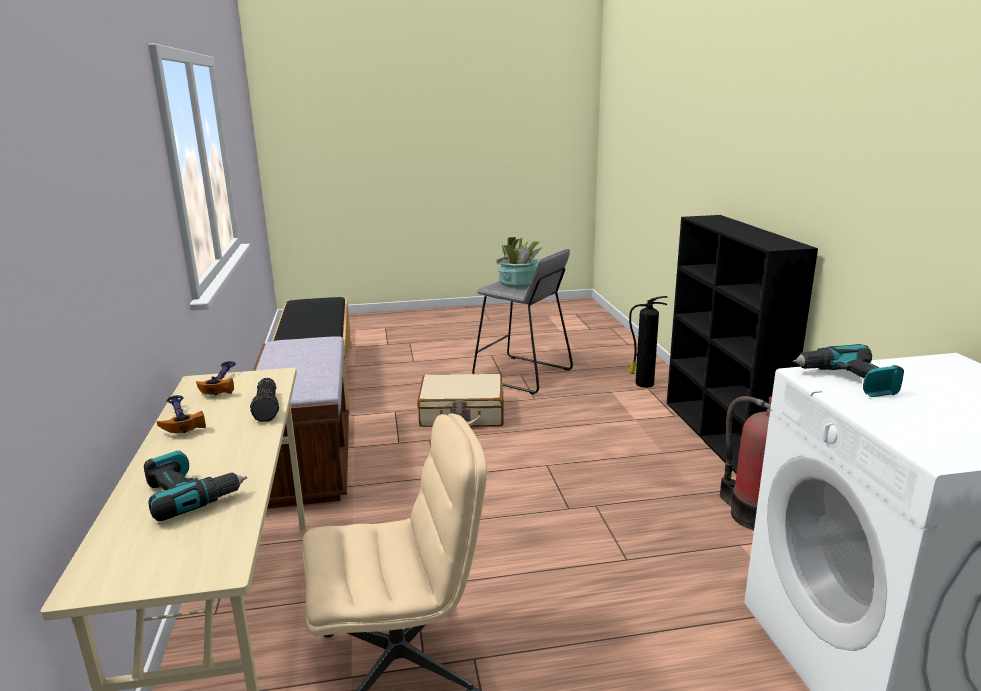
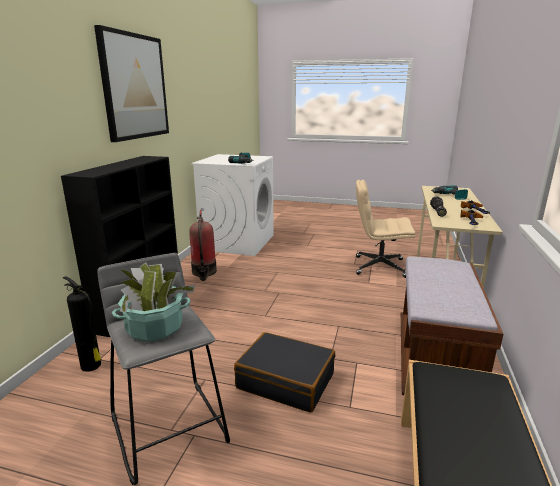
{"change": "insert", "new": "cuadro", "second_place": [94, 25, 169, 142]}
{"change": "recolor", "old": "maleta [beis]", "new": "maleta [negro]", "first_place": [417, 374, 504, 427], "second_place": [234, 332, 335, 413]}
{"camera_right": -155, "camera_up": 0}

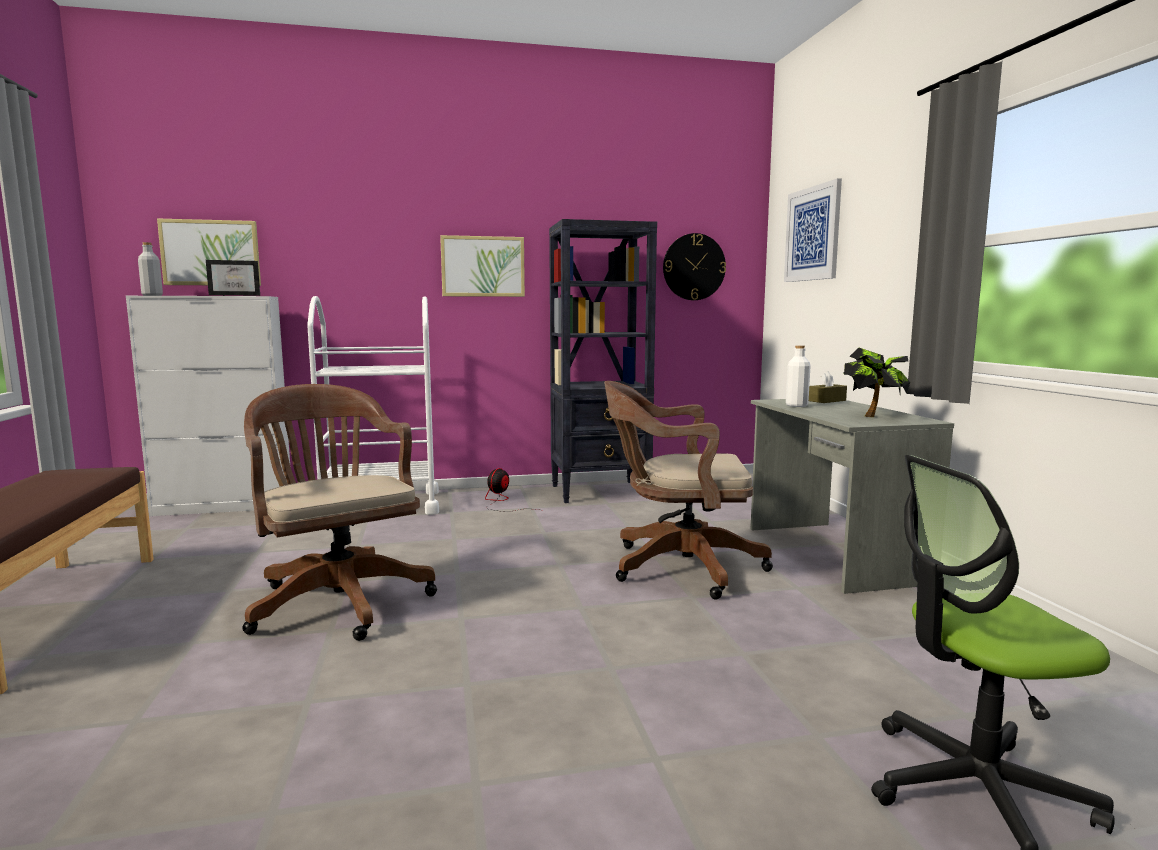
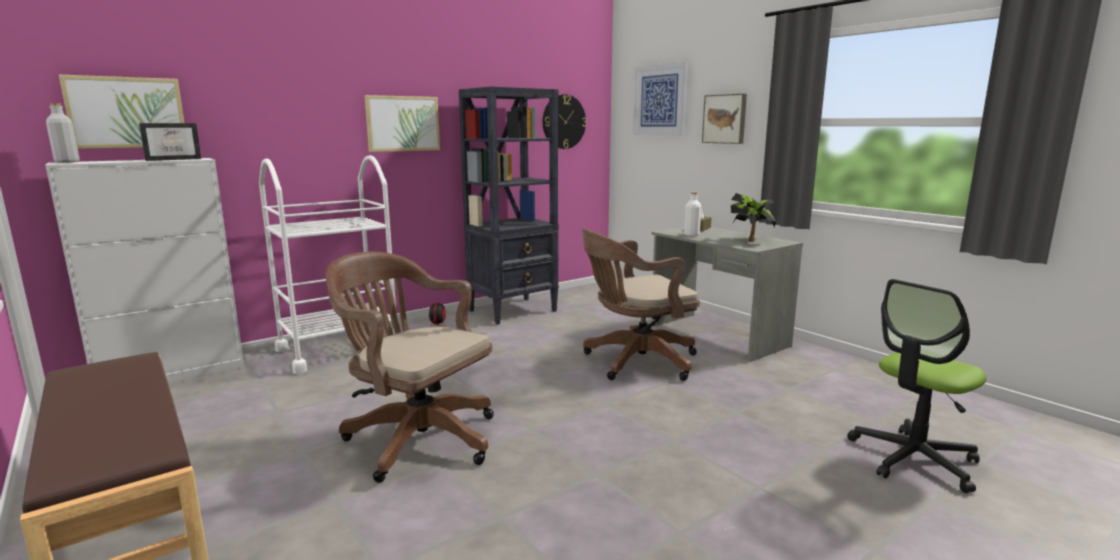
{"change": "insert", "new": "cuadro", "second_place": [702, 94, 747, 144]}
{"camera_right": -25, "camera_up": 5}

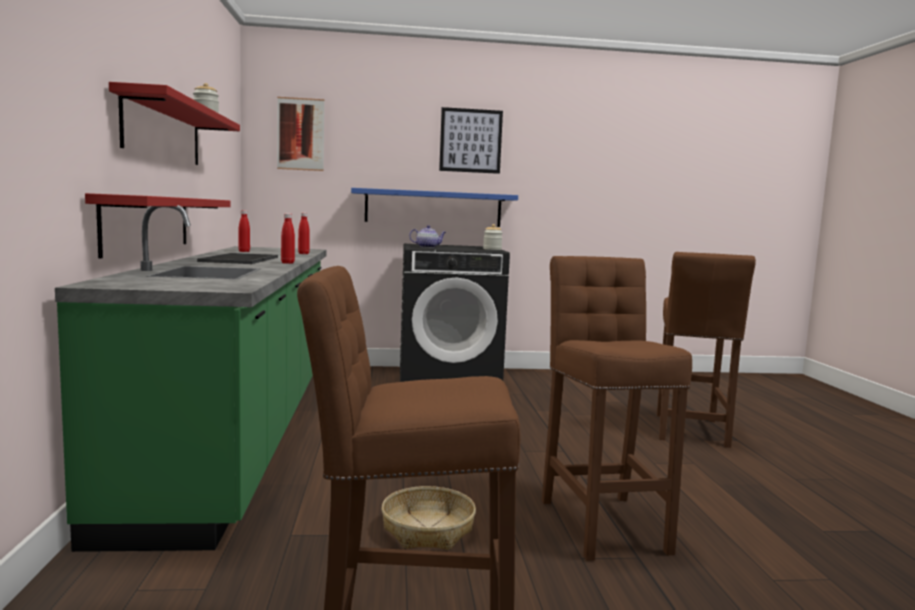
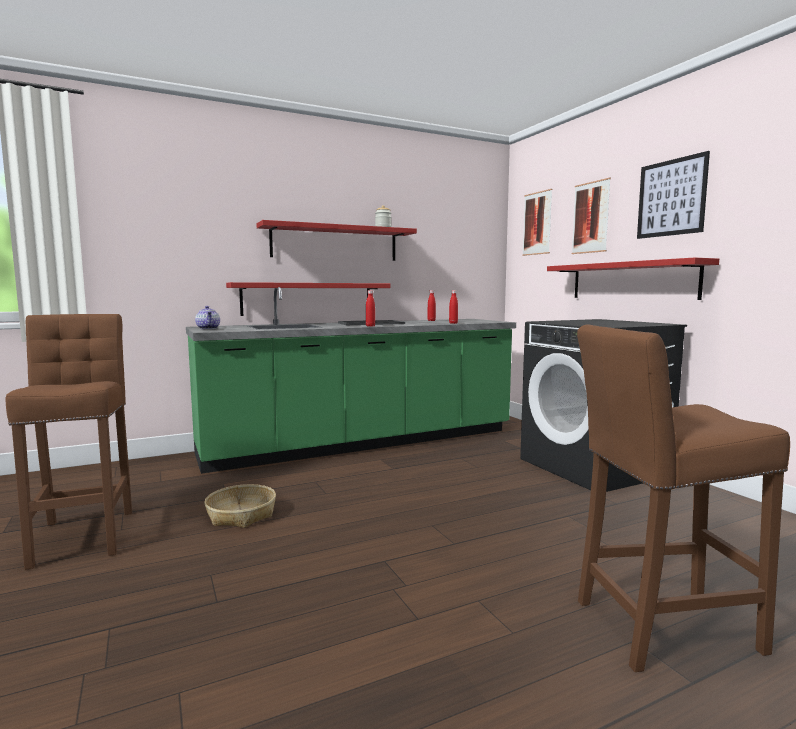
{"change": "delete", "old": "tarro", "first_place": [483, 224, 502, 250]}
{"change": "delete", "old": "taburete [marrón]", "first_place": [542, 256, 692, 561]}
{"change": "insert", "new": "cuadro", "second_place": [572, 178, 611, 254]}
{"change": "move", "old": "tetera", "first_place": [409, 225, 446, 248], "second_place": [195, 306, 220, 329]}
{"change": "recolor", "old": "estante [azul]", "new": "estante [rojo]", "first_place": [351, 188, 518, 227], "second_place": [547, 257, 719, 300]}
{"camera_right": 70, "camera_up": 0}

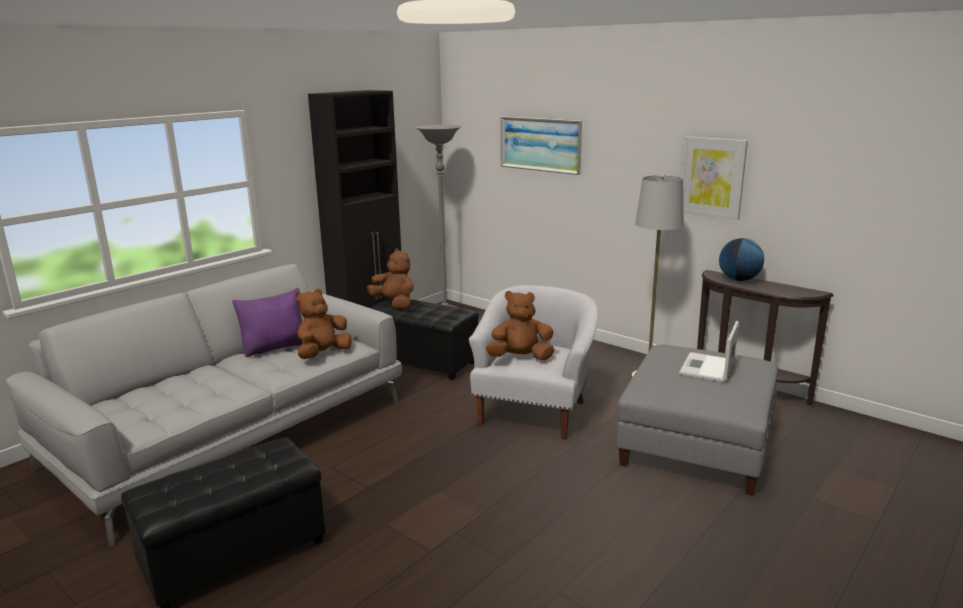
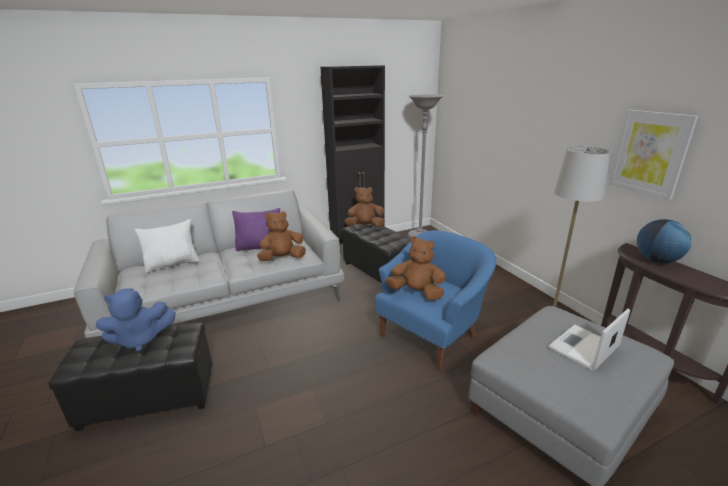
{"change": "delete", "old": "cuadro", "first_place": [501, 116, 582, 175]}
{"change": "insert", "new": "peluche [azul]", "second_place": [96, 288, 176, 351]}
{"change": "insert", "new": "cojín [blanco]", "second_place": [135, 219, 199, 272]}
{"change": "recolor", "old": "sillón [blanco]", "new": "sillón [azul]", "first_place": [469, 285, 599, 439], "second_place": [375, 230, 497, 370]}
{"change": "rotate", "old": "peluche [marrón]", "first_place": [367, 248, 414, 309], "second_place": [345, 187, 385, 227], "degrees": -75}
{"camera_right": 25, "camera_up": 5}

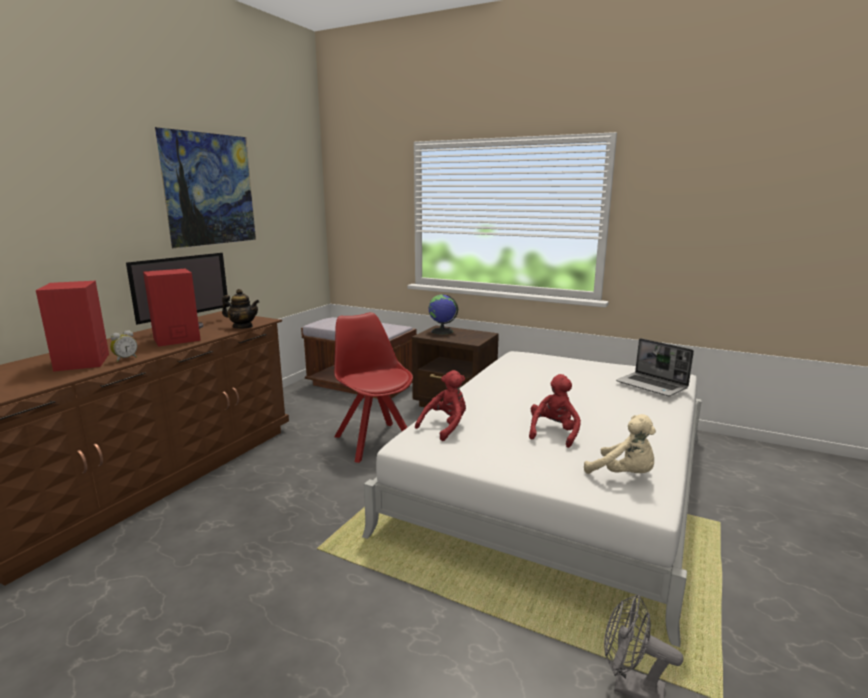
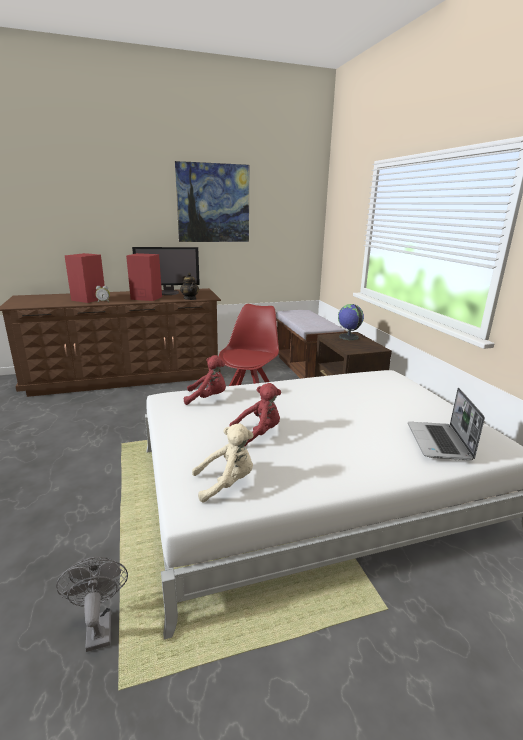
{"change": "rotate", "old": "peluche [beis]", "first_place": [584, 414, 656, 474], "second_place": [192, 423, 253, 503], "degrees": -105}
{"camera_right": 45, "camera_up": 5}

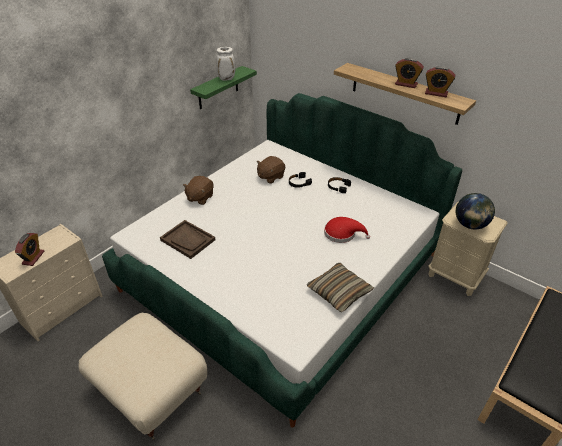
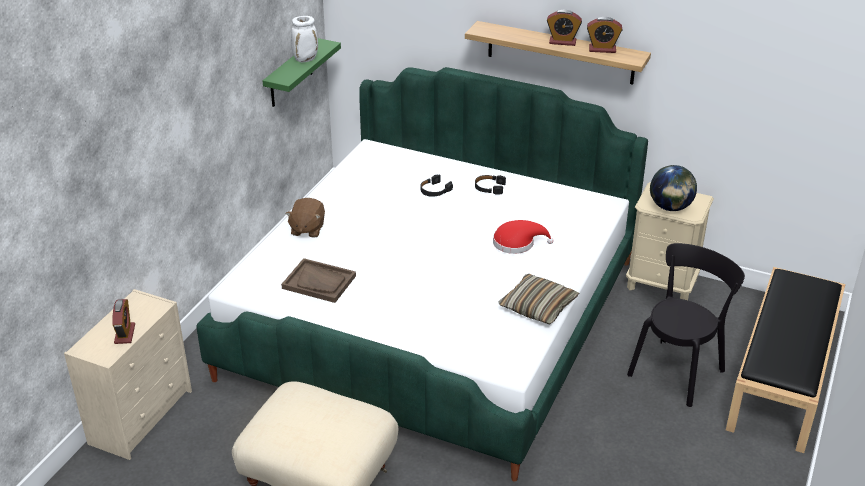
{"change": "delete", "old": "peluche [marrón]", "first_place": [257, 156, 285, 184]}
{"change": "insert", "new": "silla [negro]", "second_place": [627, 243, 745, 407]}
{"camera_right": -15, "camera_up": -5}

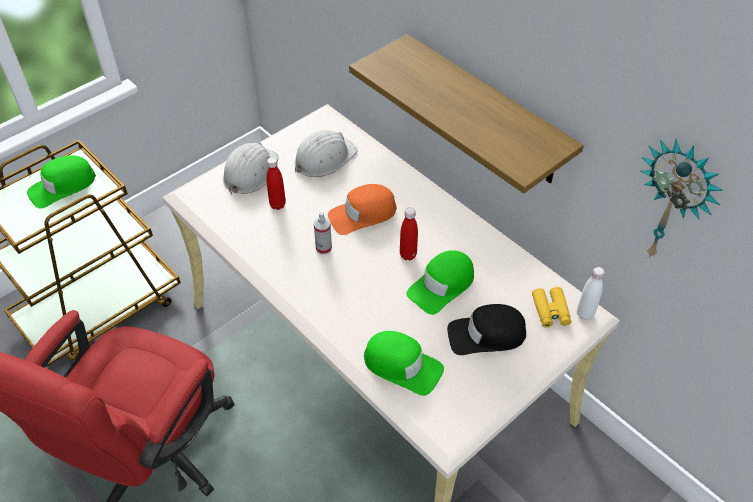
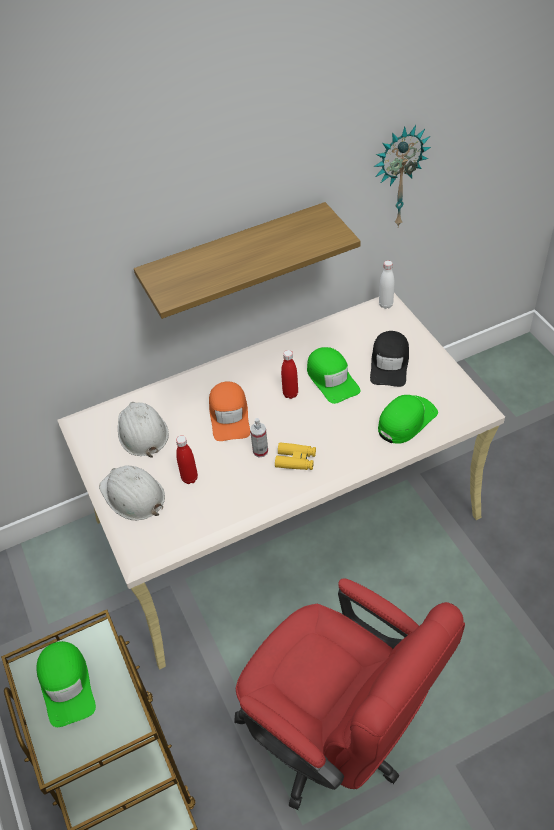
{"change": "move", "old": "prismáticos [amarillo]", "first_place": [532, 287, 571, 328], "second_place": [275, 442, 316, 470]}
{"camera_right": -70, "camera_up": 0}

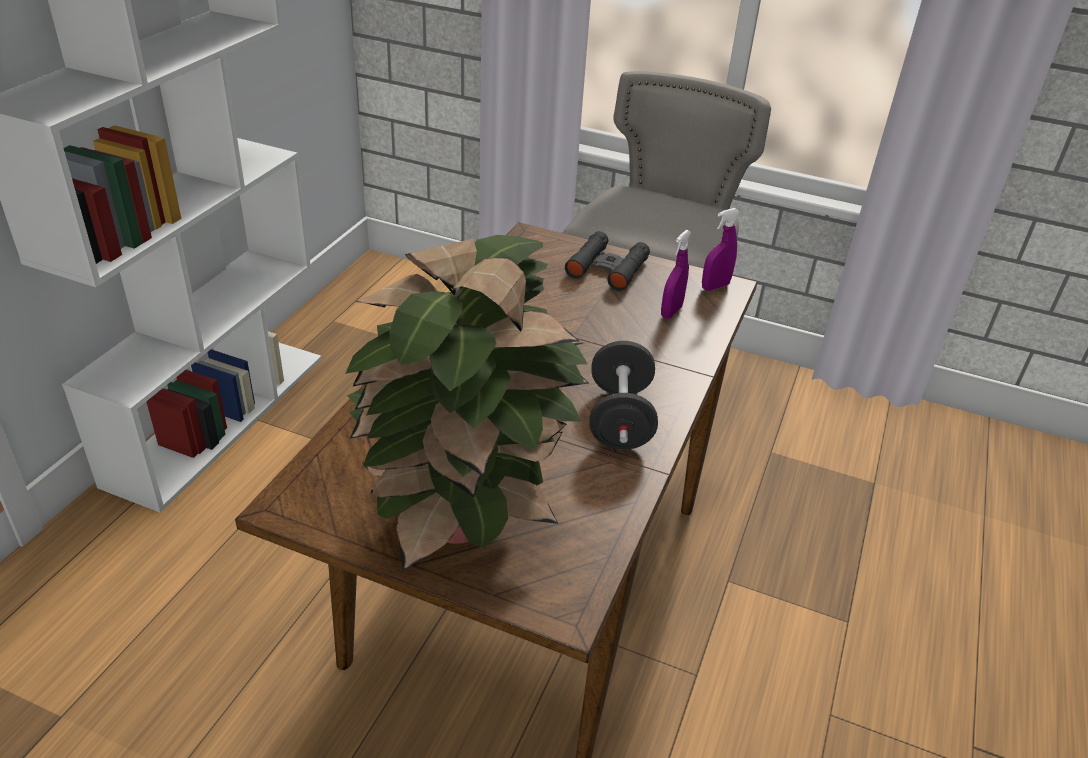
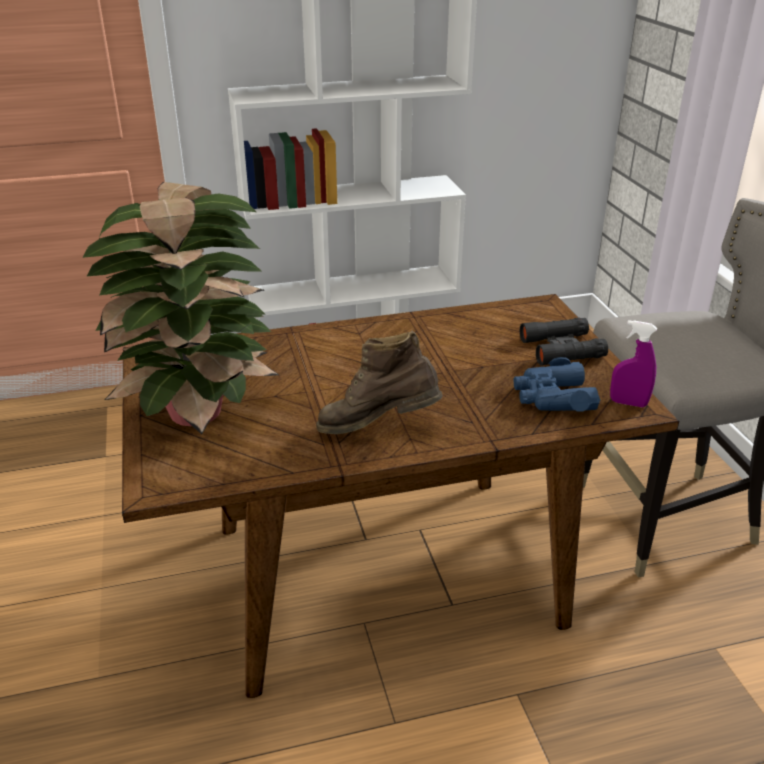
{"change": "replace", "old": "mancuerna [negro]", "new": "bota [marrón]", "first_place": [589, 341, 658, 450], "second_place": [316, 331, 443, 434]}
{"change": "replace", "old": "pulverizador [morado]", "new": "prismáticos [azul]", "first_place": [661, 230, 691, 318], "second_place": [513, 357, 600, 412]}
{"camera_right": 55, "camera_up": -5}

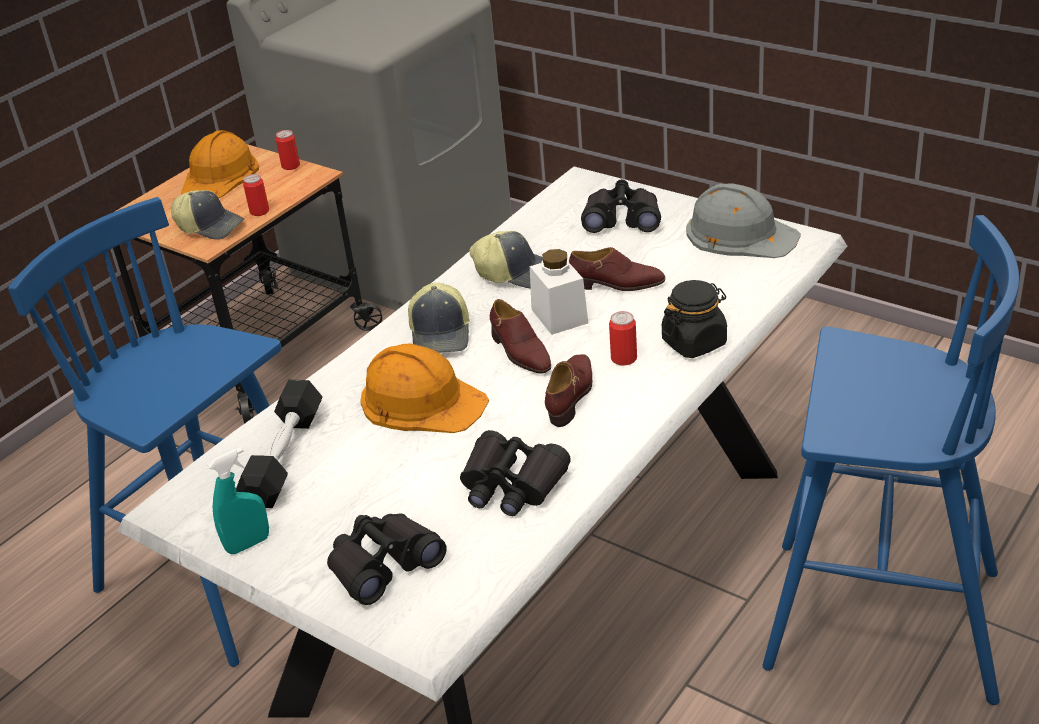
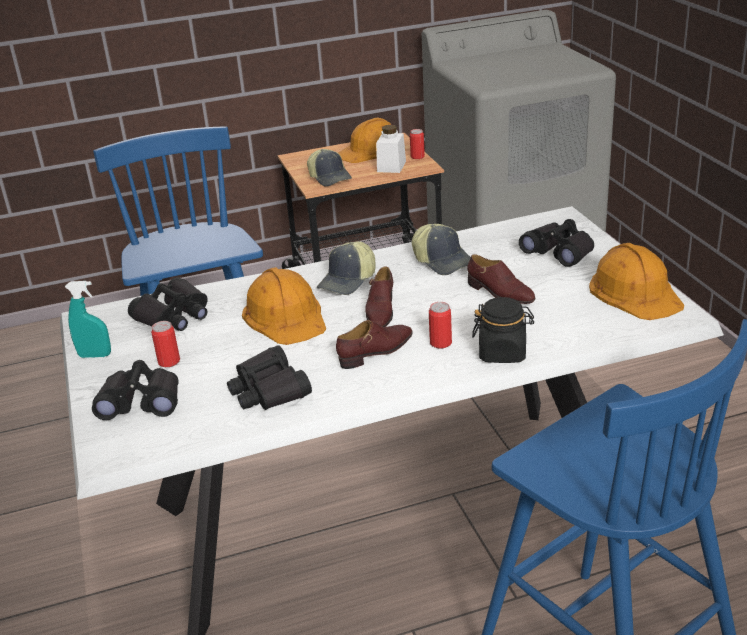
{"change": "move", "old": "lata", "first_place": [243, 174, 269, 216], "second_place": [151, 321, 180, 367]}
{"change": "move", "old": "tarro [blanco]", "first_place": [530, 249, 588, 335], "second_place": [376, 125, 406, 173]}
{"change": "replace", "old": "mancuerna [negro]", "new": "prismáticos [negro]", "first_place": [236, 380, 323, 508], "second_place": [128, 277, 208, 331]}
{"change": "recolor", "old": "casco [gris]", "new": "casco [naranja]", "first_place": [686, 183, 801, 258], "second_place": [589, 243, 684, 320]}
{"camera_right": 35, "camera_up": -5}

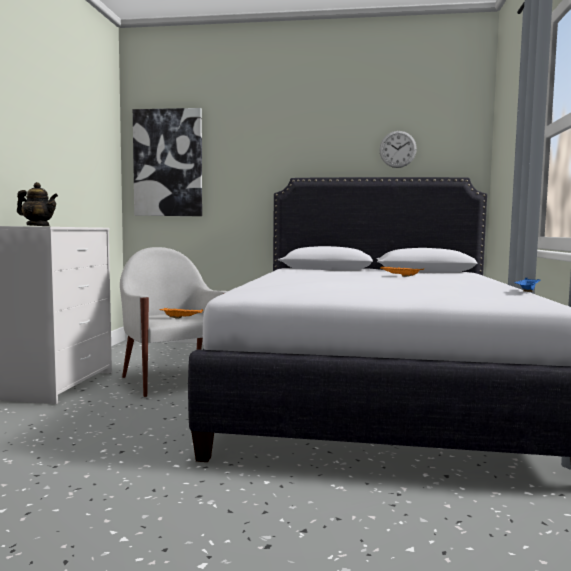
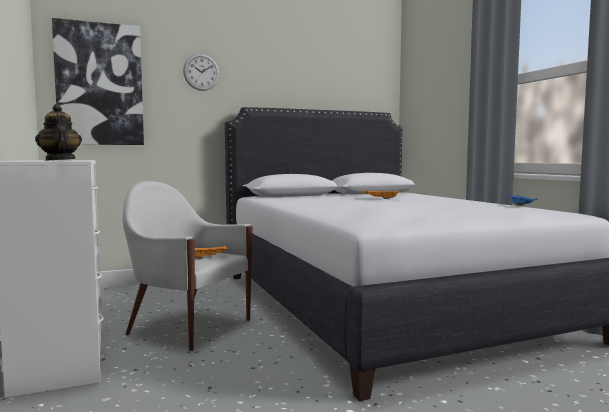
{"change": "move", "old": "reloj de pared", "first_place": [379, 131, 417, 168], "second_place": [183, 54, 220, 91]}
{"change": "rotate", "old": "tetera", "first_place": [17, 182, 58, 226], "second_place": [35, 104, 82, 161], "degrees": -105}
{"camera_right": -30, "camera_up": 0}

